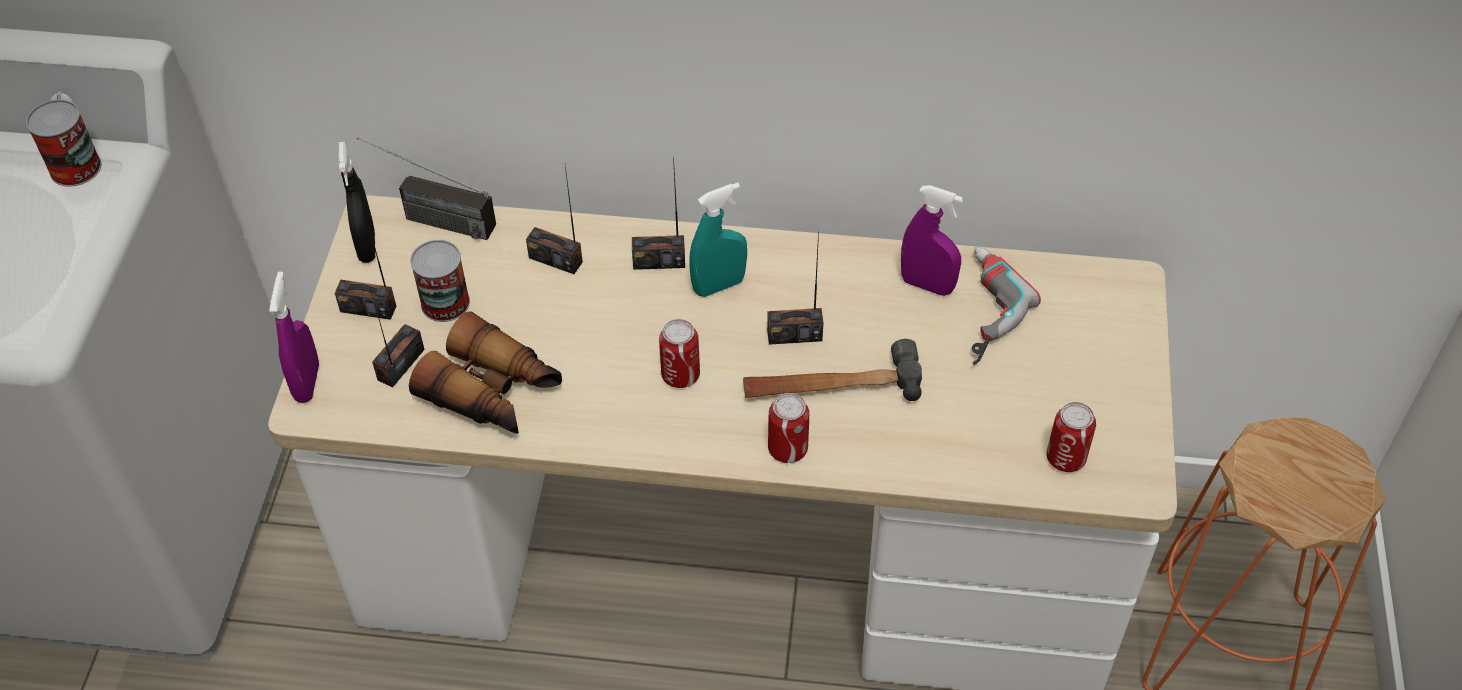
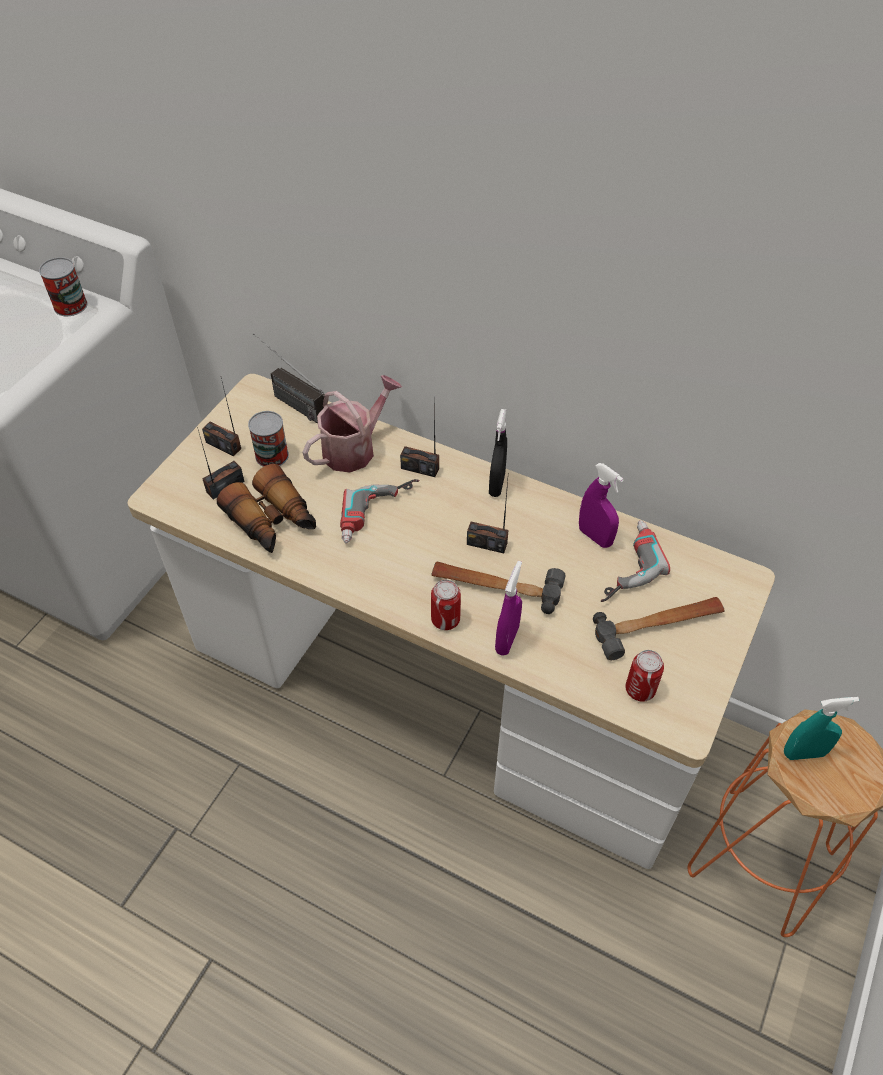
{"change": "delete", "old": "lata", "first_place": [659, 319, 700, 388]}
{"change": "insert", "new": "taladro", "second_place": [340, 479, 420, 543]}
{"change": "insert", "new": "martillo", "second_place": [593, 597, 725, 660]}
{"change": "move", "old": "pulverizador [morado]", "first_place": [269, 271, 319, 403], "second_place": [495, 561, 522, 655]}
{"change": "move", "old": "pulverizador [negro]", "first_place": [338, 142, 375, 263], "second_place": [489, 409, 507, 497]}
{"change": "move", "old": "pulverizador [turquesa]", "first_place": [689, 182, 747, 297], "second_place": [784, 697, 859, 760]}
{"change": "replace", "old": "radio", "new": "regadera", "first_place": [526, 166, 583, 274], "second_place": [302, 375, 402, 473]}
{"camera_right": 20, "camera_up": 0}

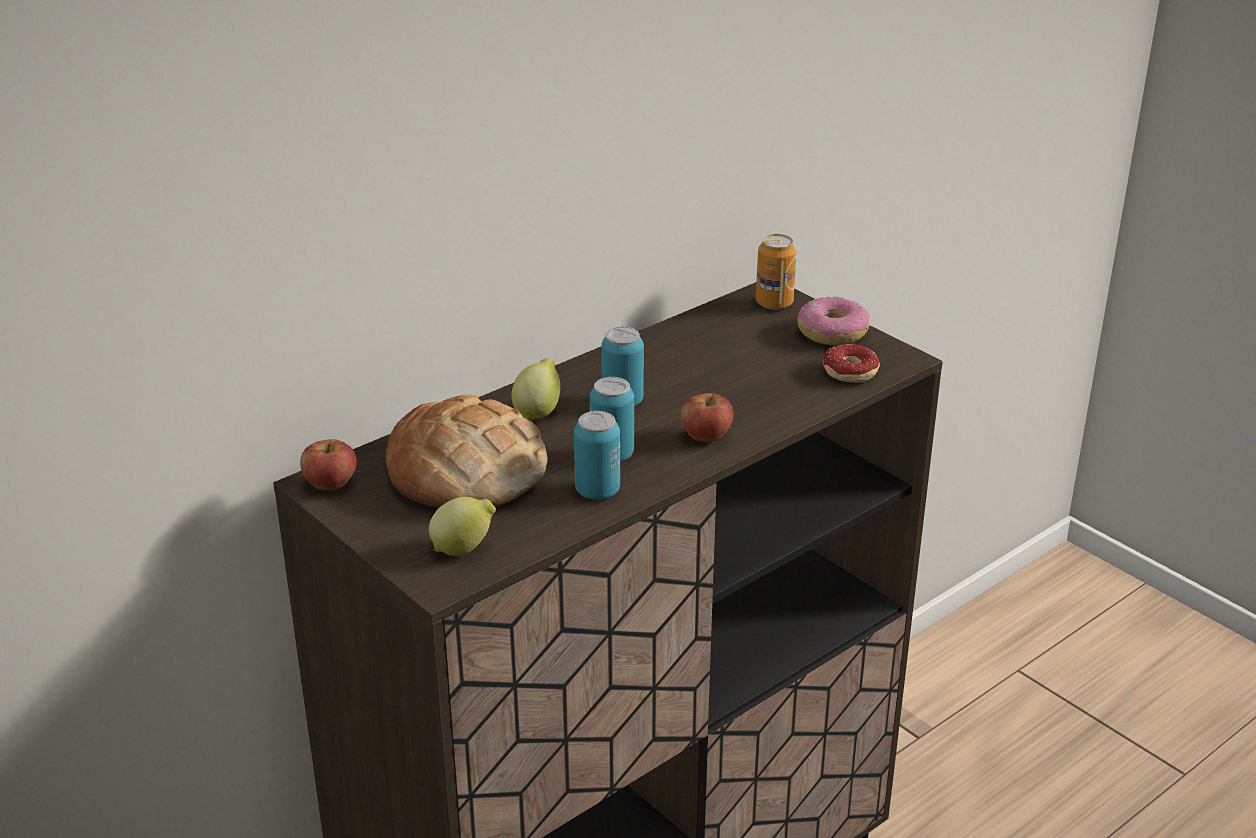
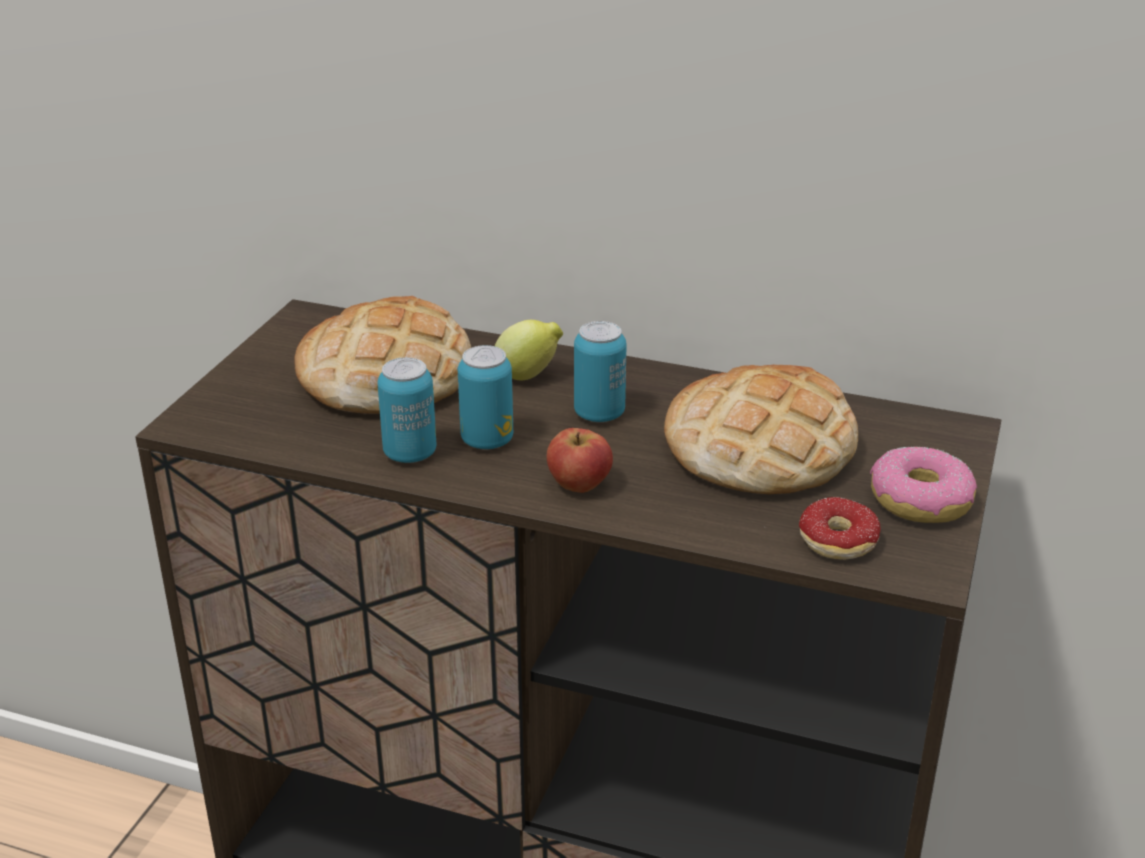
{"change": "delete", "old": "manzana", "first_place": [300, 439, 357, 491]}
{"change": "delete", "old": "limón", "first_place": [429, 497, 496, 556]}
{"change": "delete", "old": "lata", "first_place": [756, 234, 796, 310]}
{"change": "insert", "new": "pan", "second_place": [664, 365, 858, 494]}
{"camera_right": 60, "camera_up": 0}

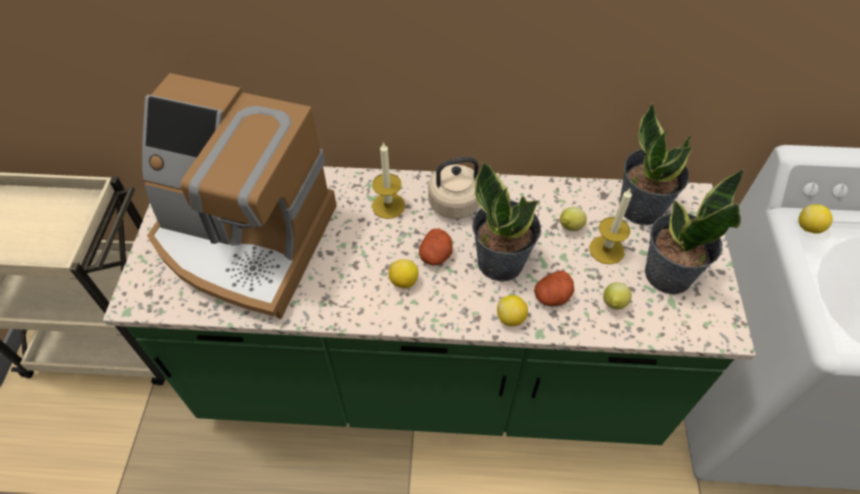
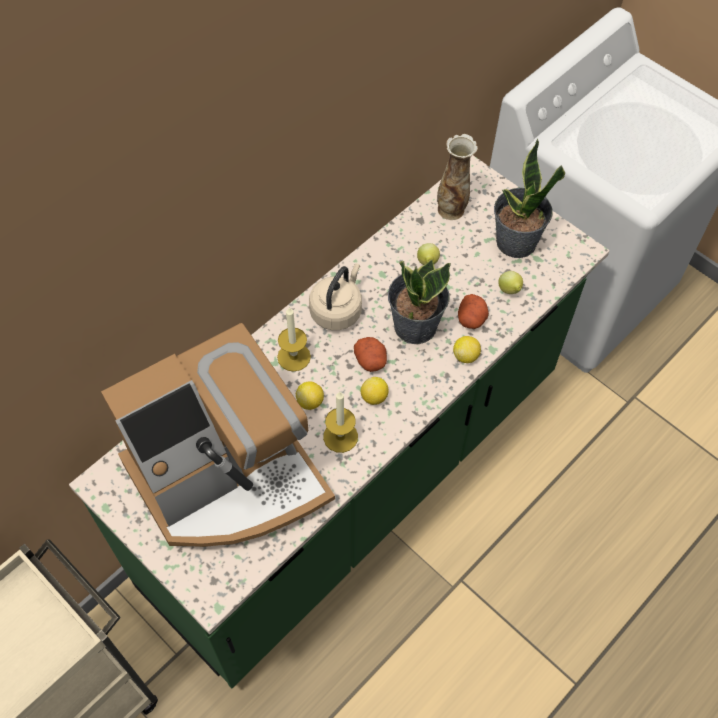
{"change": "move", "old": "vela", "first_place": [589, 189, 632, 264], "second_place": [323, 392, 358, 453]}
{"change": "move", "old": "limón", "first_place": [798, 204, 833, 234], "second_place": [296, 381, 324, 410]}
{"change": "replace", "old": "planta en maceta", "new": "florero", "first_place": [619, 103, 693, 225], "second_place": [437, 134, 478, 220]}
{"camera_right": -50, "camera_up": 5}

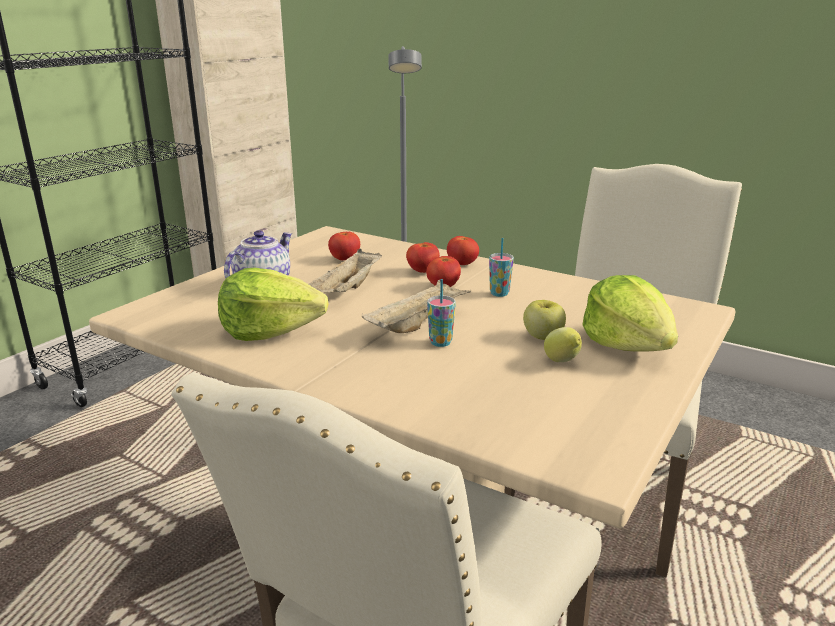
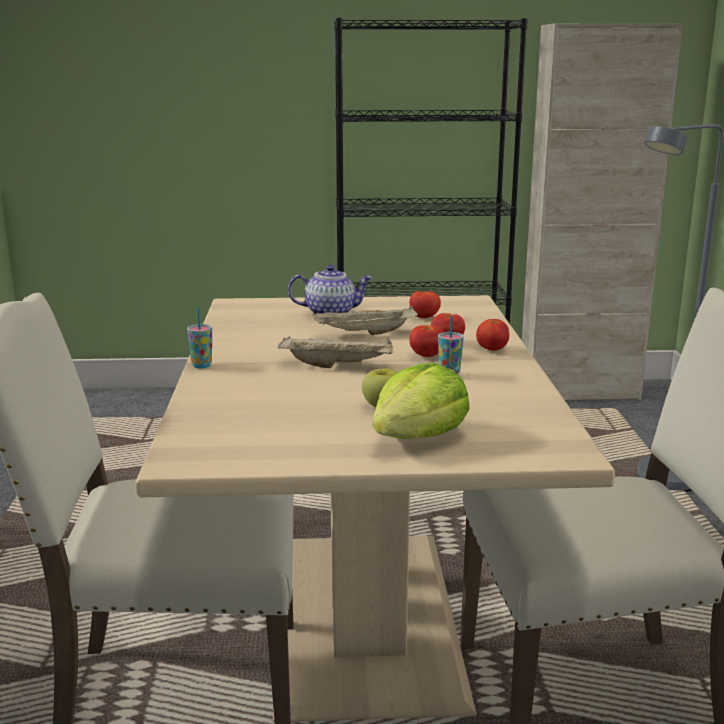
{"change": "delete", "old": "lechuga", "first_place": [218, 268, 328, 341]}
{"change": "delete", "old": "limón", "first_place": [544, 327, 582, 362]}
{"change": "move", "old": "taza", "first_place": [427, 279, 456, 347], "second_place": [187, 308, 212, 369]}
{"camera_right": 55, "camera_up": -5}

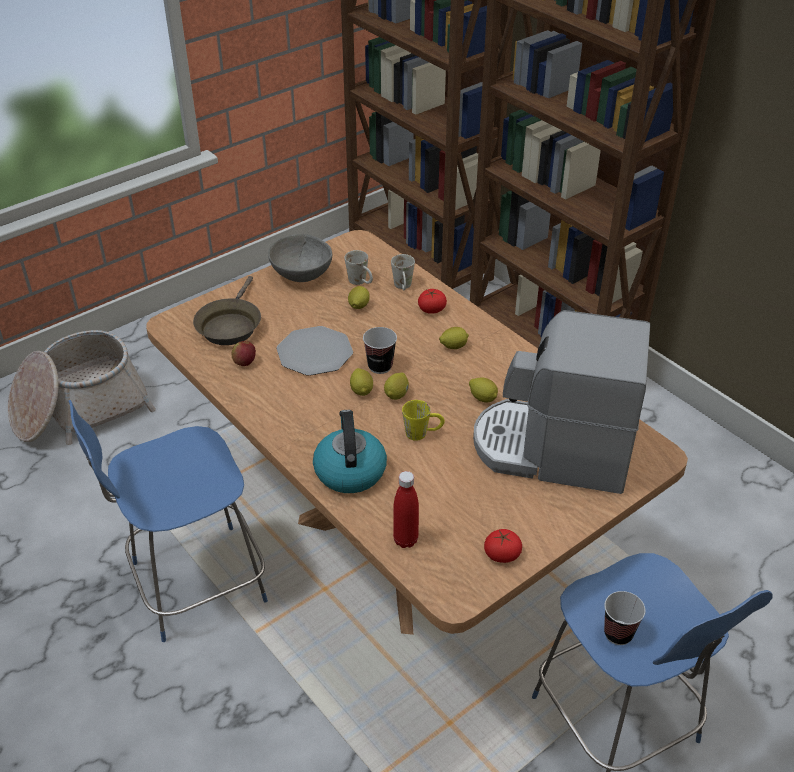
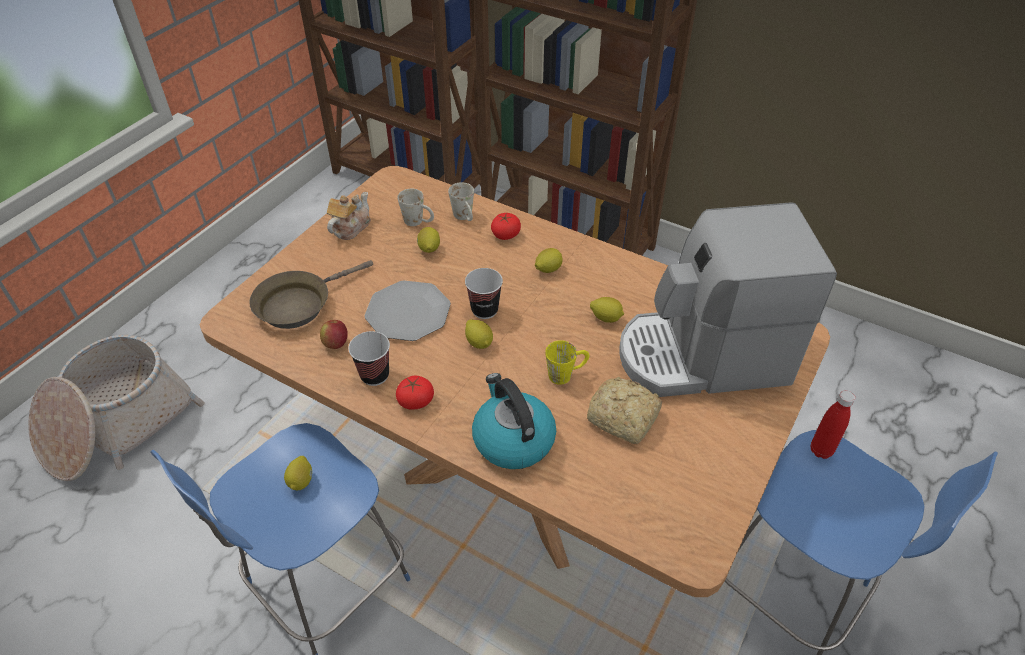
{"change": "insert", "new": "pan", "second_place": [587, 377, 662, 444]}
{"change": "move", "old": "limón", "first_place": [384, 373, 409, 400], "second_place": [284, 456, 312, 490]}
{"change": "move", "old": "botella [rojo]", "first_place": [393, 471, 419, 548], "second_place": [811, 390, 855, 459]}
{"change": "move", "old": "tomate", "first_place": [484, 529, 522, 563], "second_place": [396, 376, 434, 410]}
{"change": "move", "old": "taza", "first_place": [604, 591, 645, 645], "second_place": [349, 331, 390, 386]}
{"change": "replace", "old": "cuenco [gris]", "new": "tetera", "first_place": [268, 234, 332, 282], "second_place": [327, 192, 371, 240]}
{"change": "rotate", "old": "sartén [marrón]", "first_place": [193, 276, 261, 345], "second_place": [249, 260, 373, 329], "degrees": 60}
{"camera_right": -20, "camera_up": 5}

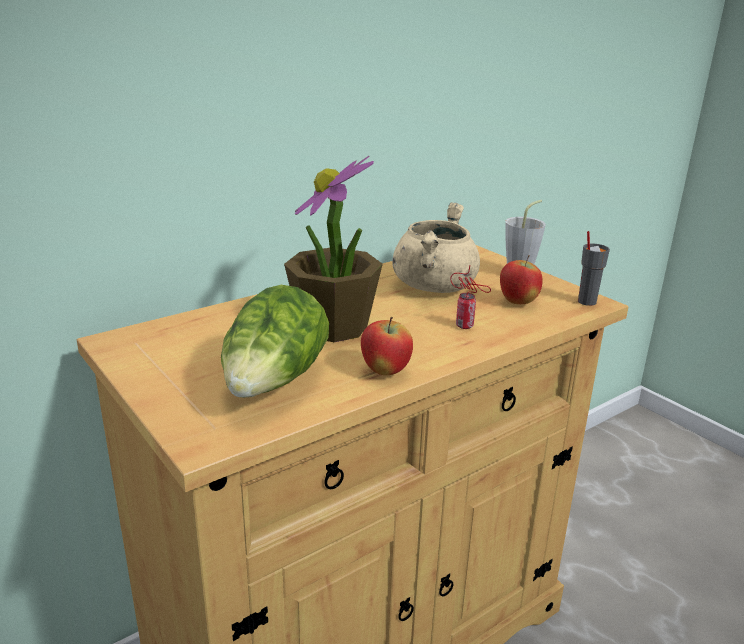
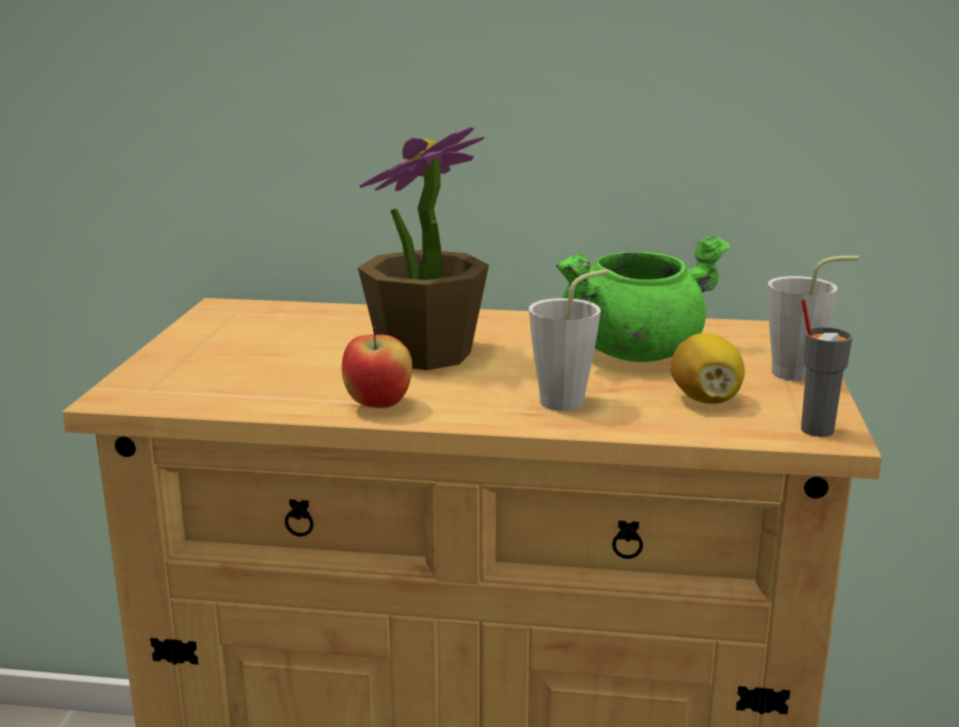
{"change": "delete", "old": "lechuga", "first_place": [221, 285, 329, 398]}
{"change": "replace", "old": "lata", "new": "taza [gris]", "first_place": [450, 265, 491, 329], "second_place": [529, 269, 608, 411]}
{"change": "replace", "old": "manzana", "new": "limón", "first_place": [500, 255, 543, 304], "second_place": [670, 333, 745, 404]}
{"change": "recolor", "old": "olla [beis]", "new": "olla [verde]", "first_place": [392, 202, 480, 293], "second_place": [556, 236, 730, 362]}
{"camera_right": 45, "camera_up": -5}

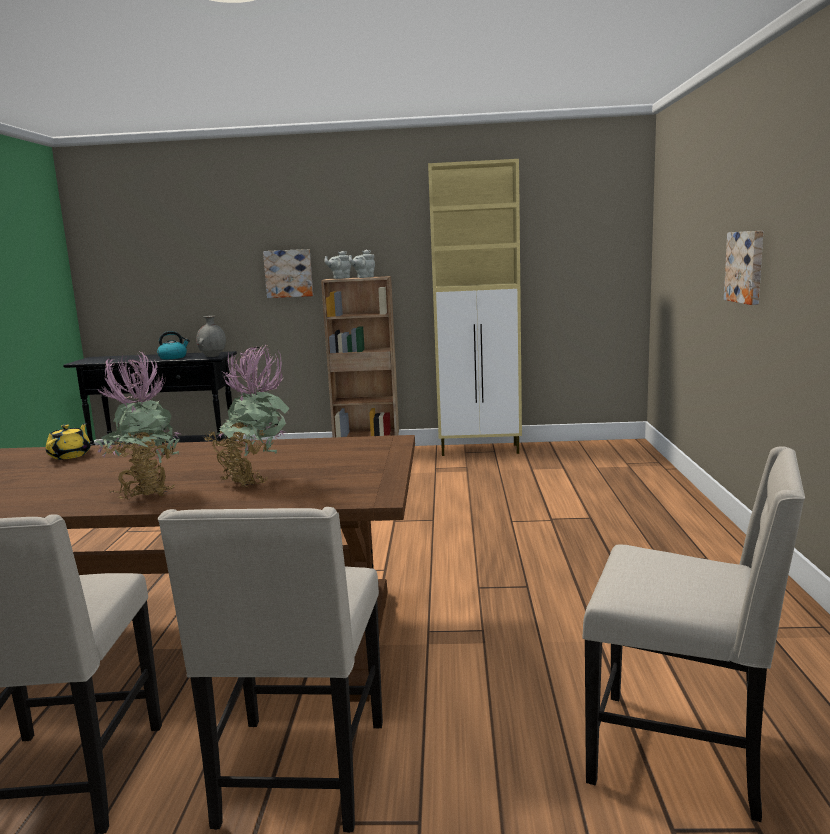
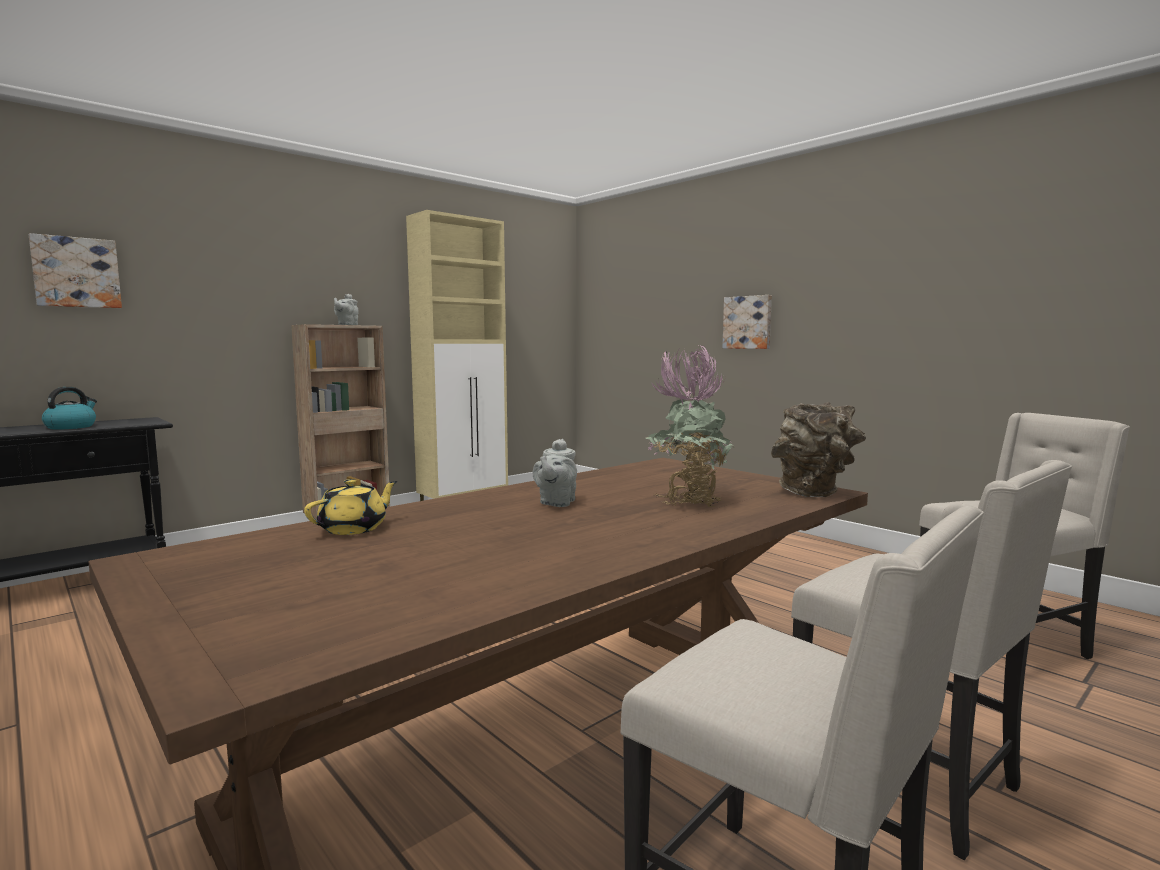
{"change": "delete", "old": "planta en maceta", "first_place": [95, 351, 181, 500]}
{"change": "delete", "old": "florero [gris]", "first_place": [196, 316, 226, 357]}
{"change": "insert", "new": "florero [marrón]", "second_place": [771, 402, 866, 497]}
{"change": "move", "old": "cuadro", "first_place": [263, 249, 313, 298], "second_place": [29, 233, 122, 308]}
{"change": "move", "old": "tetera [gris]", "first_place": [324, 251, 351, 279], "second_place": [533, 439, 577, 507]}
{"change": "rotate", "old": "tetera [amarillo]", "first_place": [46, 423, 91, 459], "second_place": [304, 479, 397, 535], "degrees": 75}
{"camera_right": -45, "camera_up": -5}

